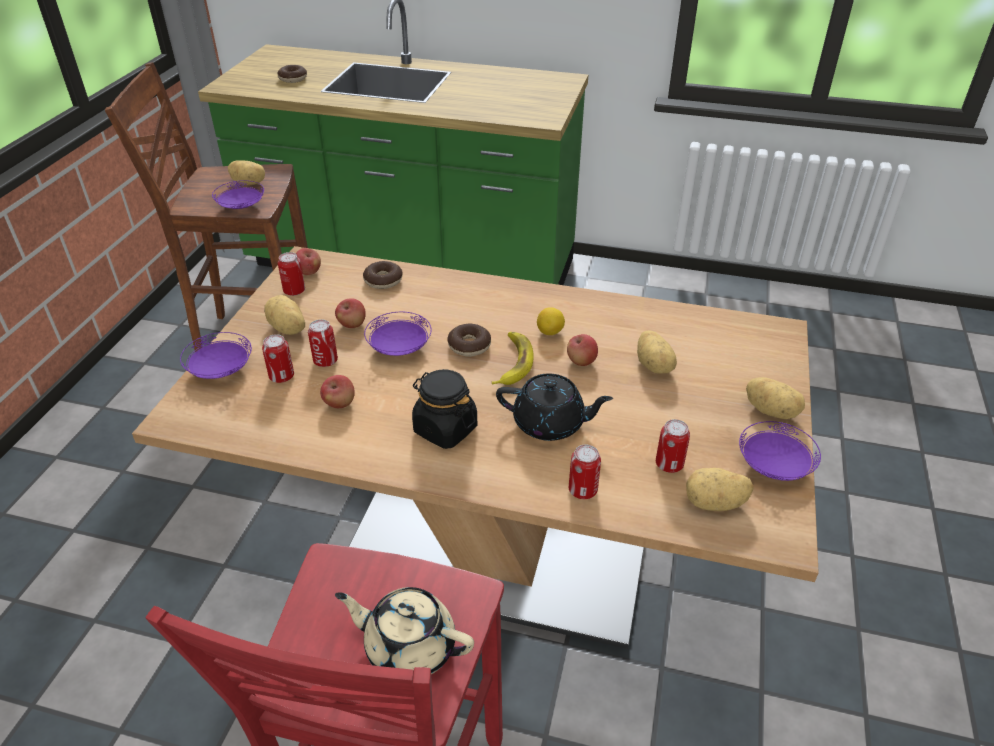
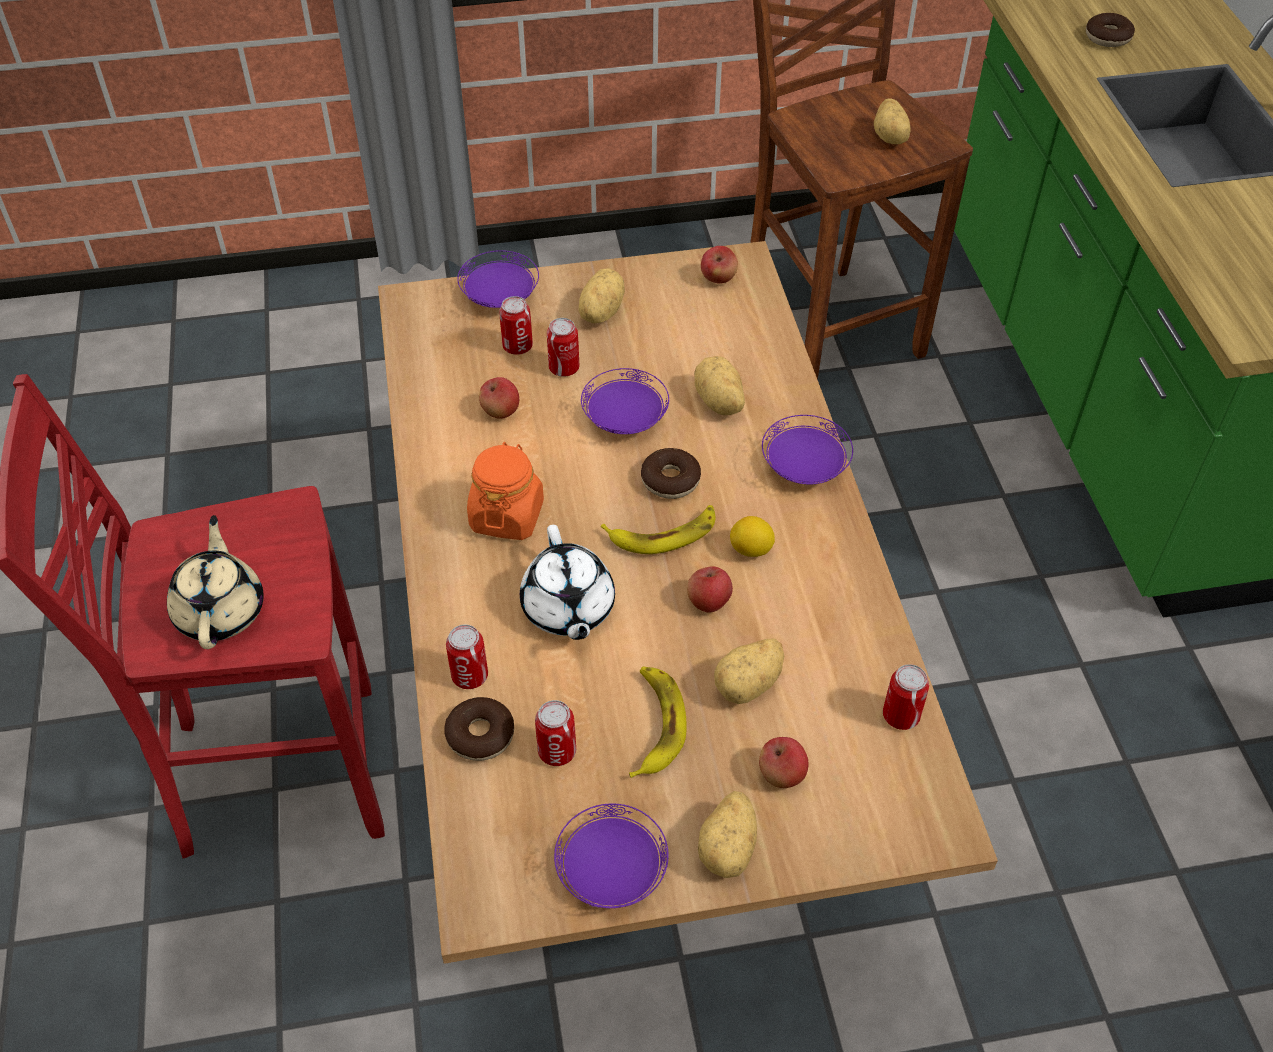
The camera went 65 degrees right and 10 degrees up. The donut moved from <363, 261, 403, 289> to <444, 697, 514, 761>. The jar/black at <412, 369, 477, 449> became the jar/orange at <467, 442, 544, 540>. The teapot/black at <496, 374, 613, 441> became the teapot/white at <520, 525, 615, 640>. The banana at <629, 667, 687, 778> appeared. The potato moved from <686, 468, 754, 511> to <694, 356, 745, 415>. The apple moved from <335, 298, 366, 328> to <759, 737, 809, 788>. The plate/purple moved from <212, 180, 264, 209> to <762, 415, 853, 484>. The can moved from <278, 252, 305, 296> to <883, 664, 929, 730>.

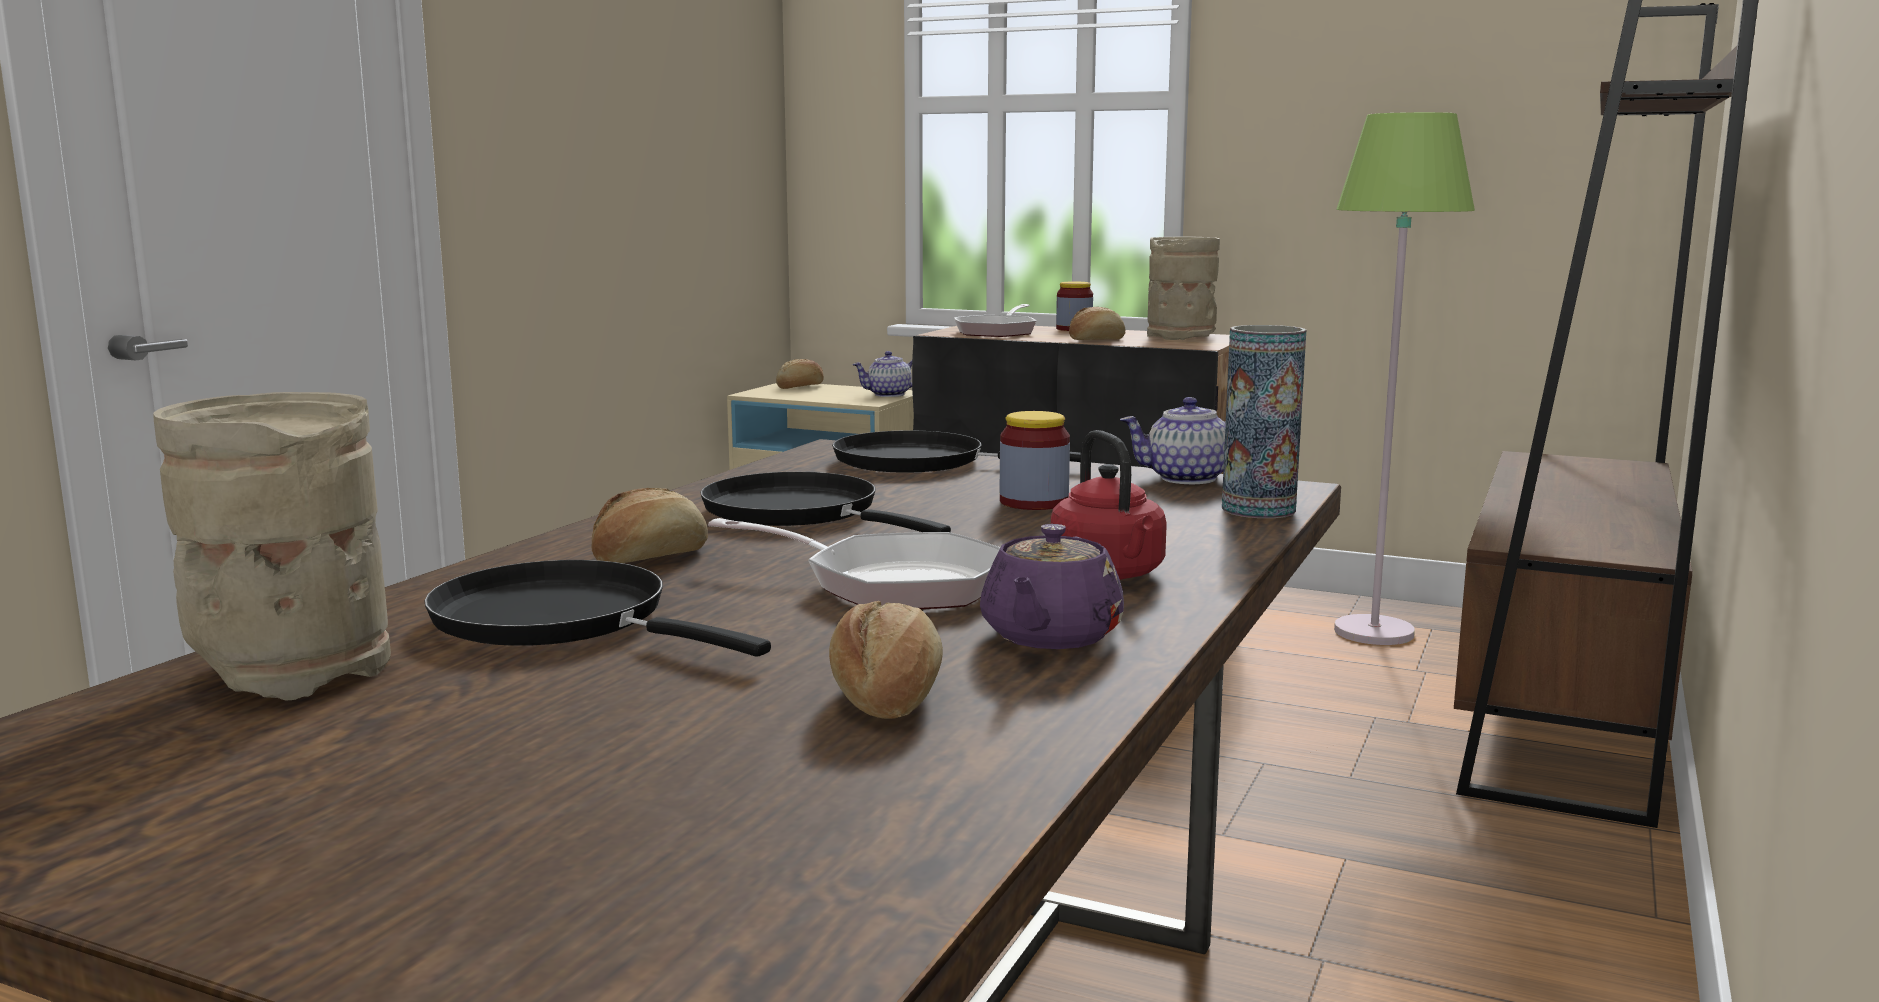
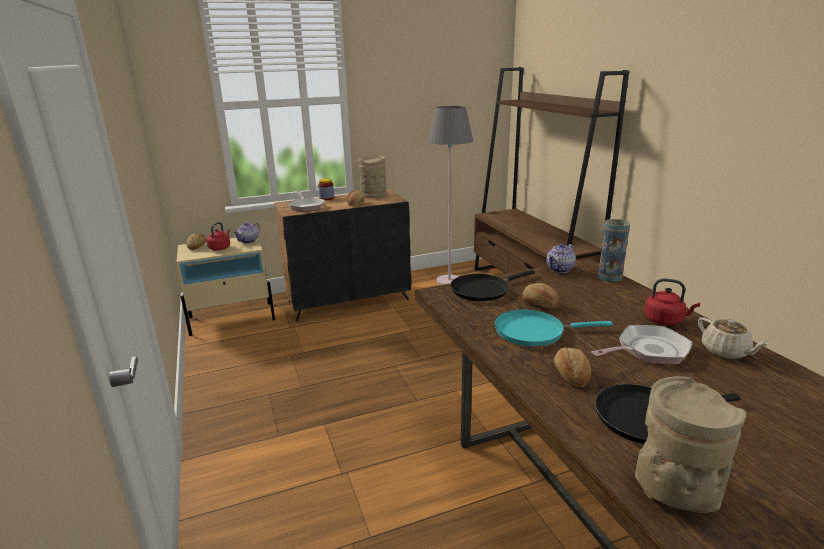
The camera went 45 degrees left and 10 degrees up. The kettle/red at <206, 222, 230, 251> appeared. The floor lamp/green at <1334, 112, 1475, 645> became the floor lamp/grey at <428, 106, 473, 285>. The frying pan/black at <700, 472, 951, 532> became the frying pan/turquoise at <494, 309, 613, 346>. The bread moved from <829, 601, 943, 719> to <522, 283, 560, 309>. The teapot/purple at <980, 524, 1124, 649> became the teapot/beige at <698, 318, 770, 359>. The jar at <999, 411, 1070, 510> disappeared.

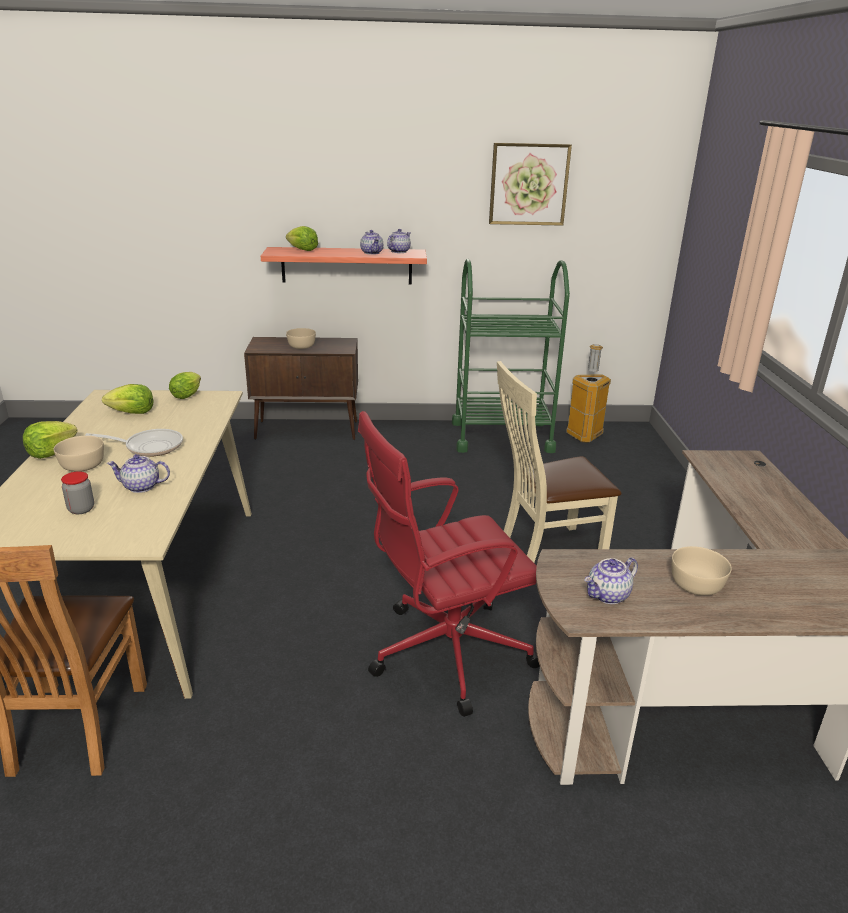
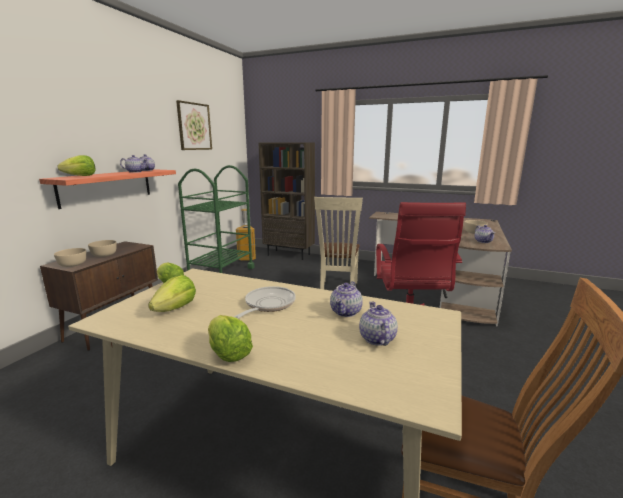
The camera went 65 degrees left and 10 degrees down. The bowl/beige moved from <54, 436, 104, 472> to <54, 248, 86, 267>. The bookcase/brown at <258, 142, 315, 260> appeared. The jar at <61, 471, 94, 514> was replaced by the teapot at <359, 301, 398, 346>.

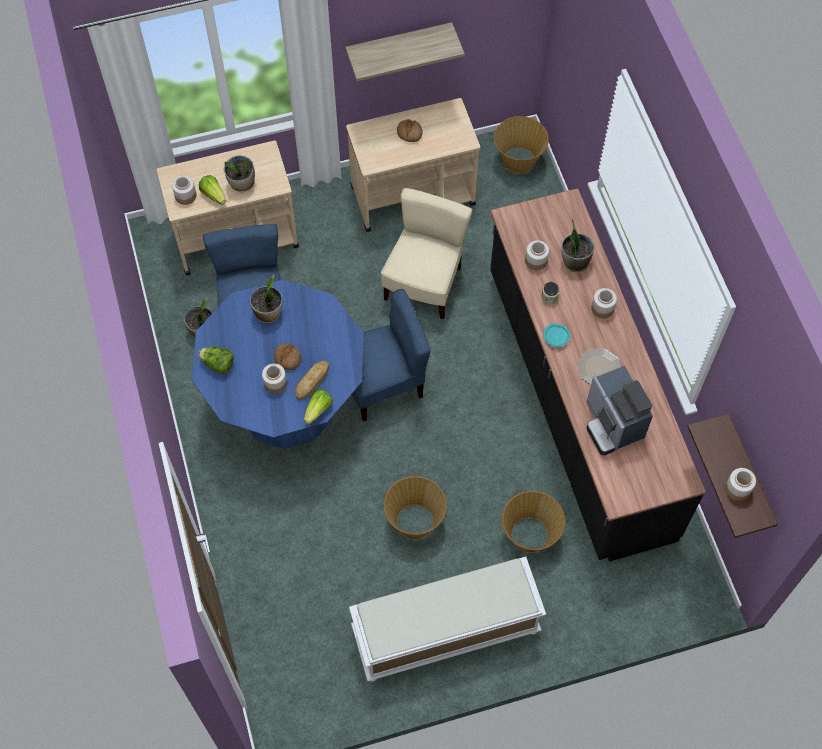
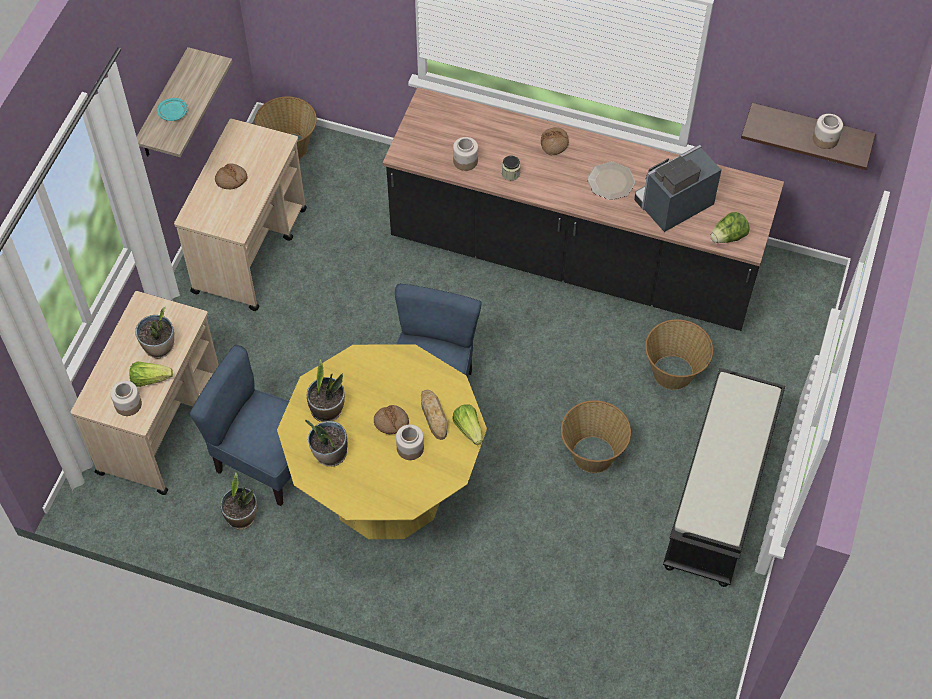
The camera went 55 degrees left and 5 degrees down. The plate/turquoise moved from <543, 323, 570, 347> to <157, 98, 187, 121>. The dining table/blue at <191, 280, 363, 449> became the dining table/yellow at <277, 344, 487, 539>. The potted plant moved from <561, 219, 594, 272> to <305, 420, 347, 467>. The jar at <591, 288, 617, 318> was replaced by the bread at <541, 127, 569, 155>. The coffee machine at <587, 366, 653, 455> turned 135 degrees clockwise. The bench/white at <349, 557, 546, 682> became the bench/black at <663, 368, 785, 587>. The lettuce moved from <198, 347, 234, 374> to <710, 212, 750, 243>. The chair/beige at <381, 188, 472, 320> disappeared.

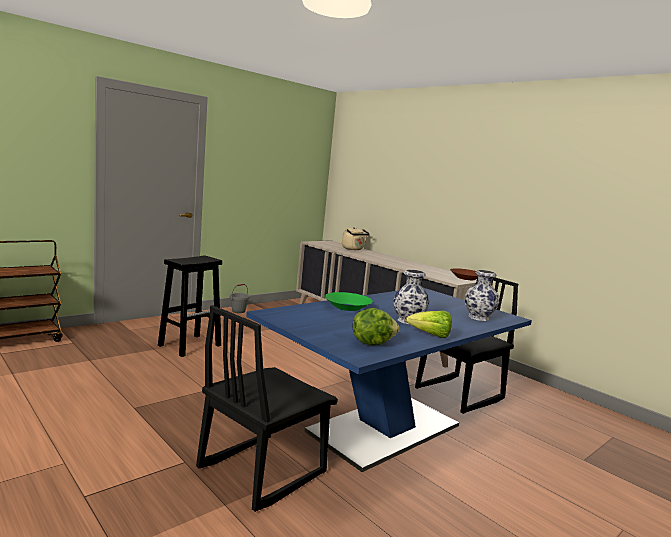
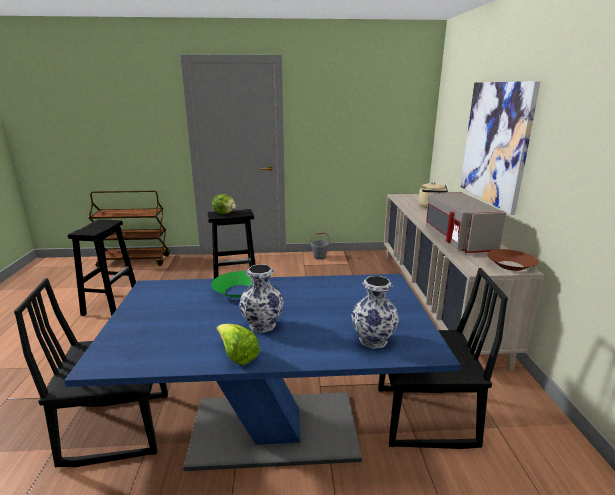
The camera went 40 degrees right and 10 degrees up. The stool/black at <68, 219, 136, 316> appeared. The lettuce moved from <353, 308, 399, 345> to <212, 194, 236, 214>. The microwave/grey at <426, 192, 506, 253> appeared. The picture at <460, 81, 540, 215> appeared.

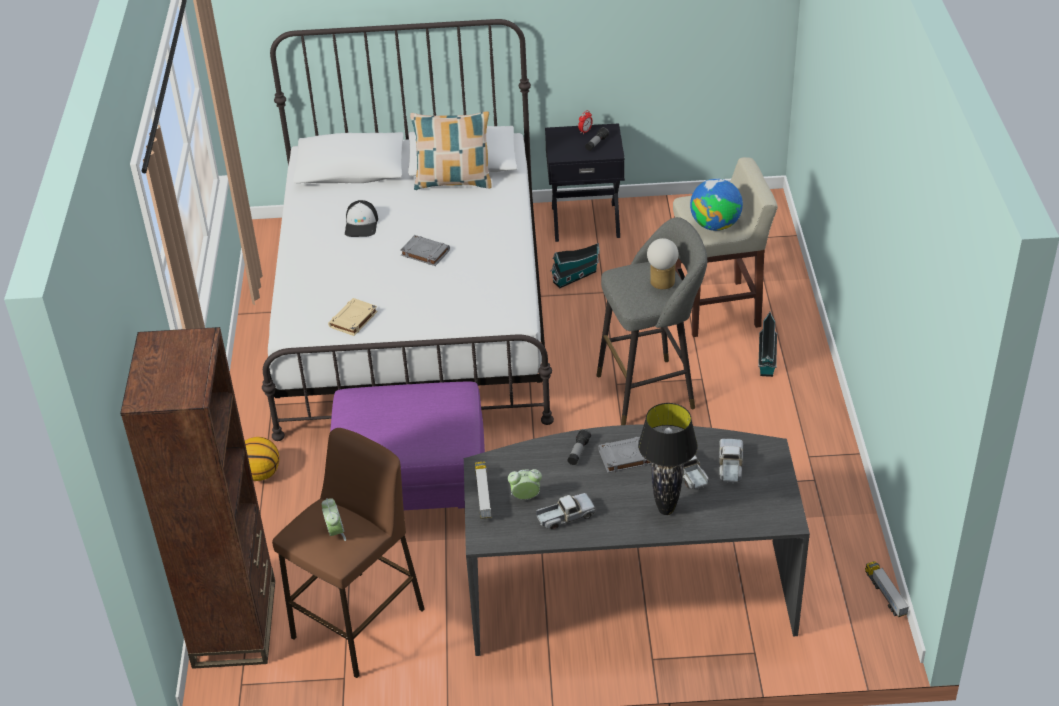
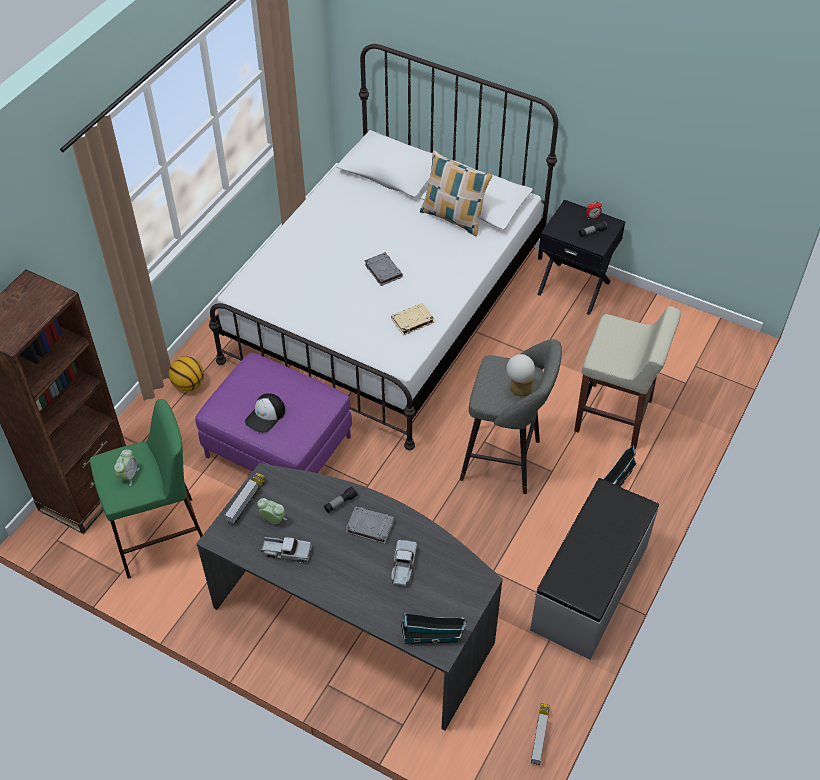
The camera went 30 degrees right and 10 degrees up. The stool/brown at <272, 428, 425, 678> became the stool/green at <90, 399, 203, 579>. The cap moved from <345, 200, 378, 237> to <245, 393, 285, 433>. The book/beige moved from <328, 298, 377, 336> to <391, 303, 434, 335>. The toy house moved from <550, 243, 599, 288> to <400, 613, 468, 644>. The bench/grey at <530, 478, 659, 660> appeared. The table lamp/black at <638, 403, 698, 515> disappeared. The globe at <690, 178, 743, 231> disappeared. The toy truck at <719, 439, 743, 484> disappeared.

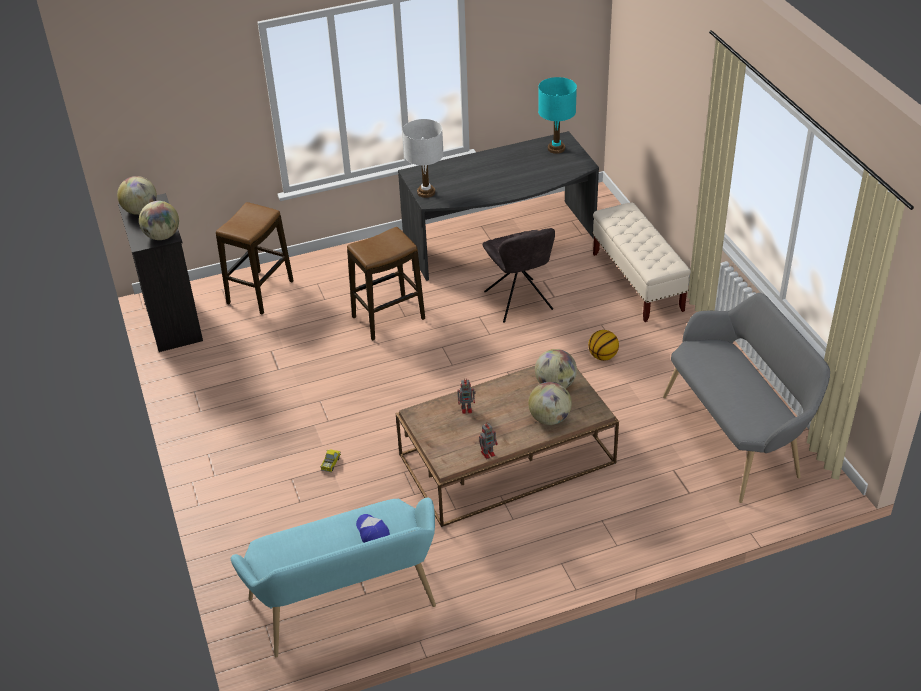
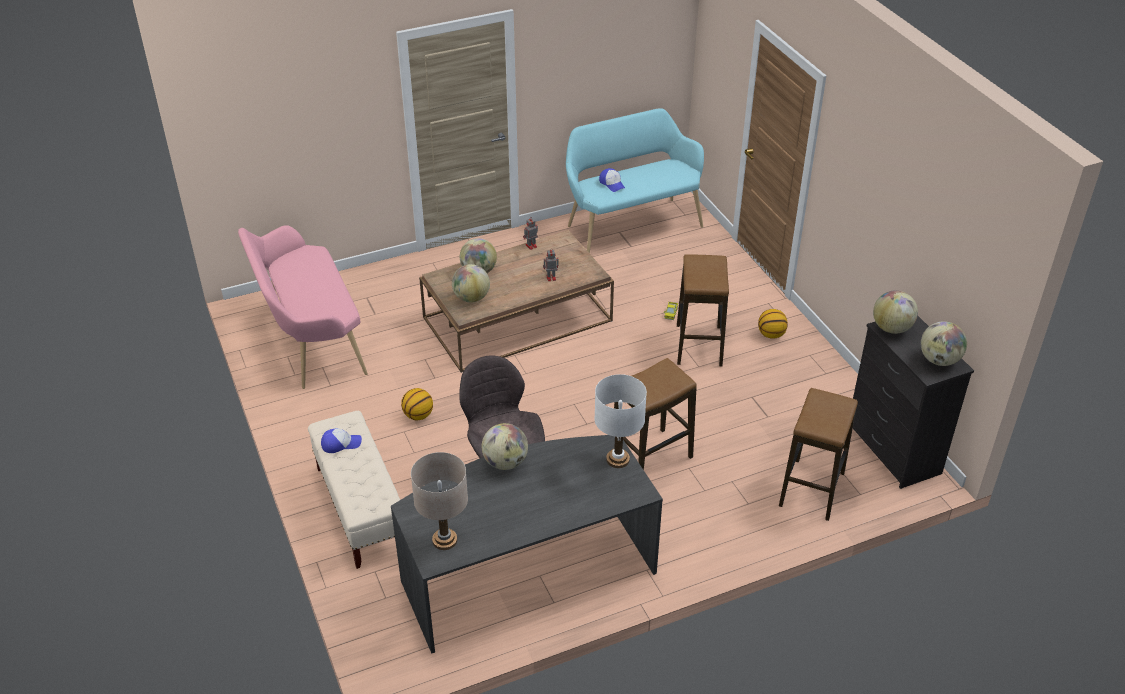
The camera went 175 degrees right and 0 degrees up. The bench/grey at <663, 293, 830, 503> became the bench/pink at <238, 225, 368, 389>. The cap at <321, 428, 362, 453> appeared. The table lamp/turquoise at <538, 77, 577, 154> became the table lamp/beige at <411, 452, 468, 550>. The globe at <482, 423, 528, 470> appeared. The stool at <677, 254, 729, 366> appeared. The basketball at <758, 309, 788, 339> appeared.

